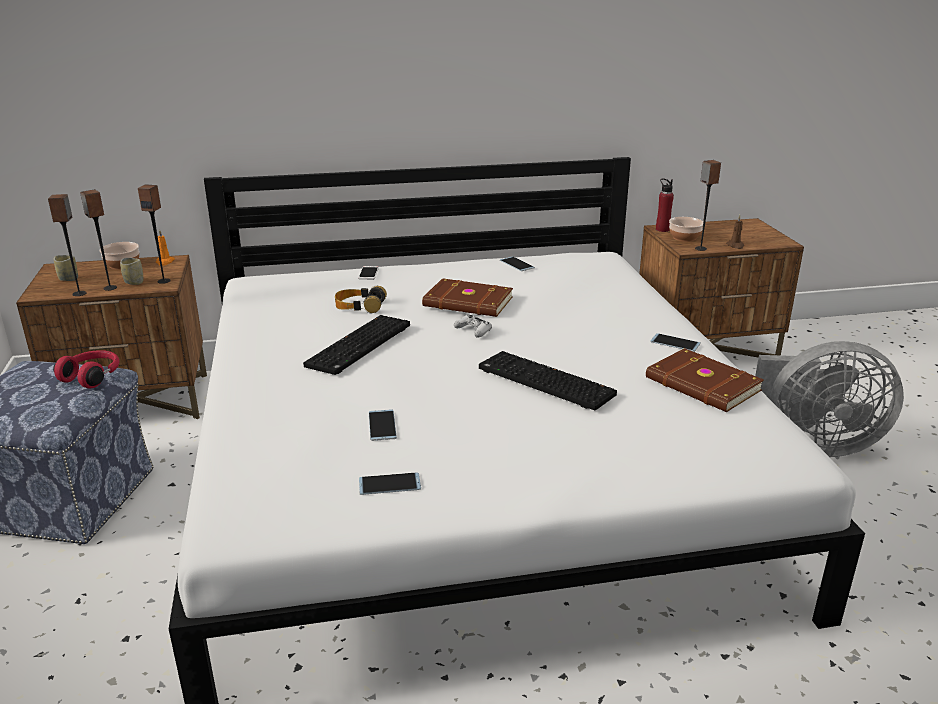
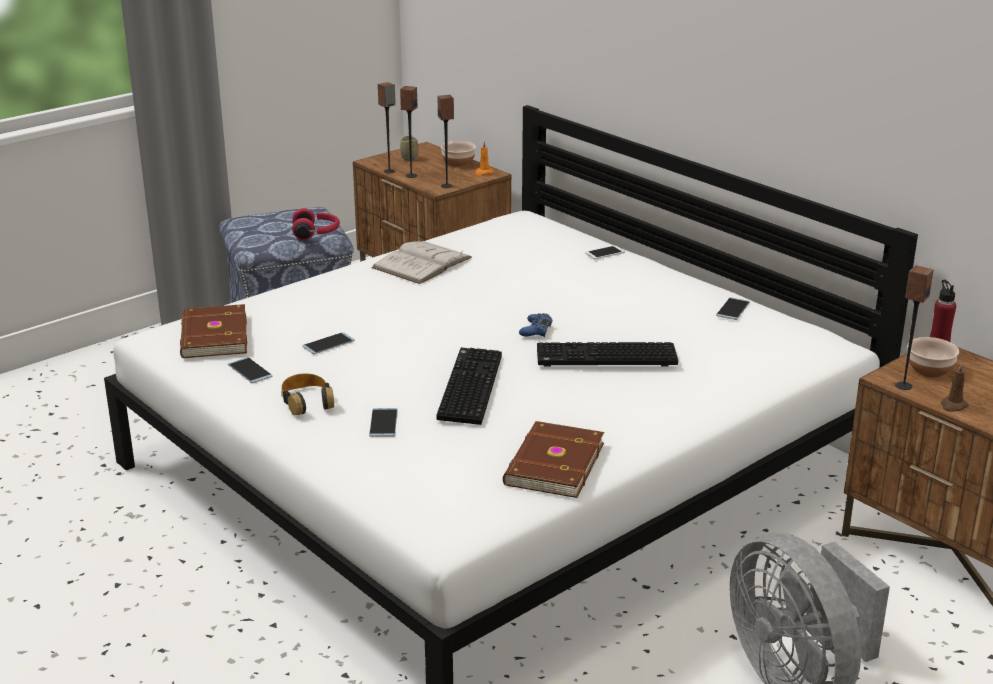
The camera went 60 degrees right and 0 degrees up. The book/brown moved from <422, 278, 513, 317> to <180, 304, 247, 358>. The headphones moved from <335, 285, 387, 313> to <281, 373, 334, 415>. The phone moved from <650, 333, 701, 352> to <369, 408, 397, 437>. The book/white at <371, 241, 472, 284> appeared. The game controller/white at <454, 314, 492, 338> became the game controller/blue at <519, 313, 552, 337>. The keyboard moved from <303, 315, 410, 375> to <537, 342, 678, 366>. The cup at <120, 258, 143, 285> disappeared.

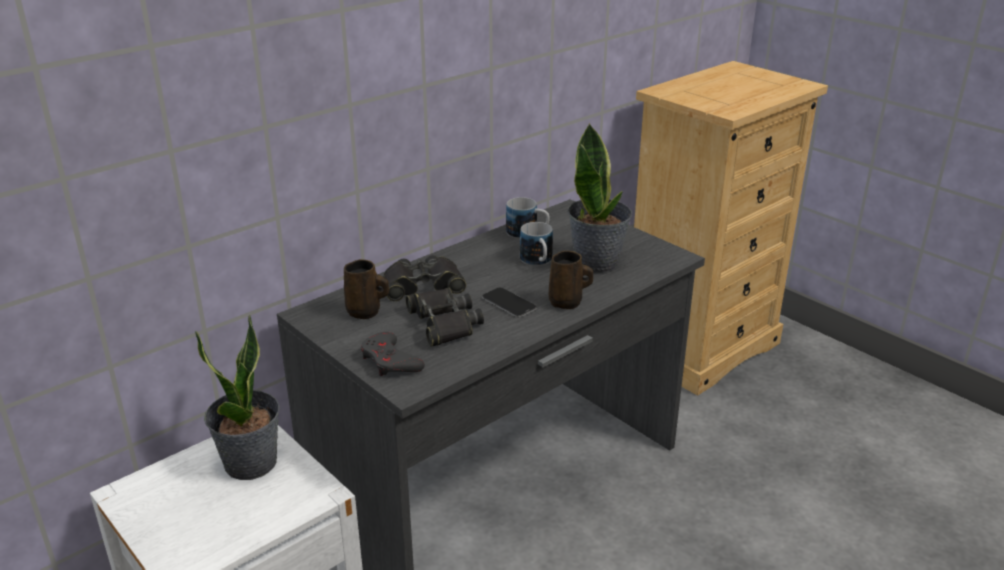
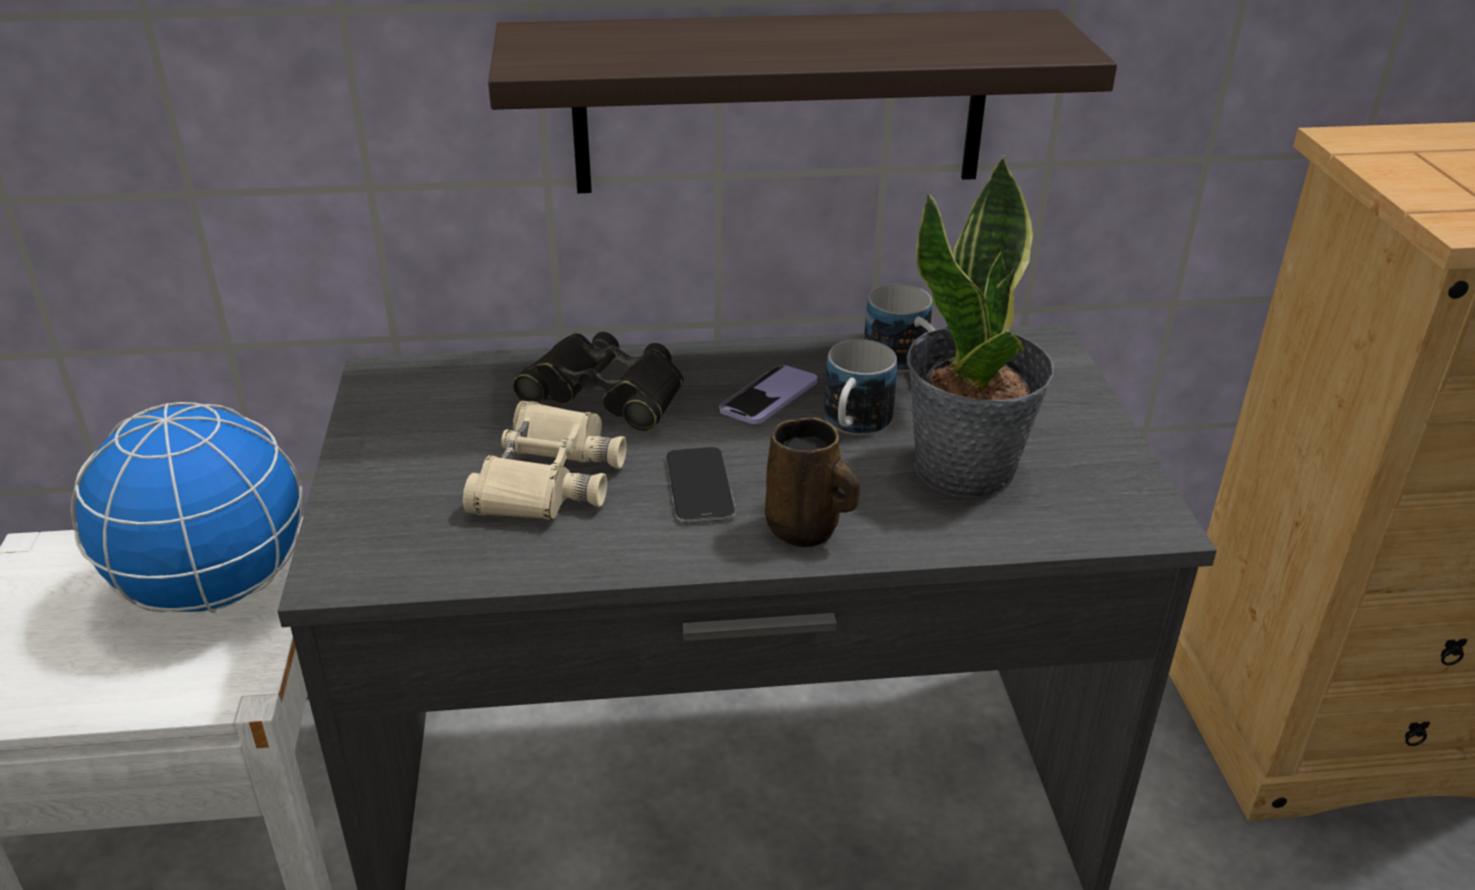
The camera went 35 degrees right and 5 degrees up. The potted plant at <195, 315, 280, 480> was replaced by the globe at <71, 402, 304, 613>. The binoculars/black at <406, 288, 484, 347> became the binoculars/beige at <462, 400, 627, 520>. The shelf at <488, 9, 1117, 193> appeared. The phone at <719, 365, 818, 424> appeared. The mug/brown at <344, 259, 389, 319> disappeared. The game controller/grey at <361, 332, 425, 376> disappeared.

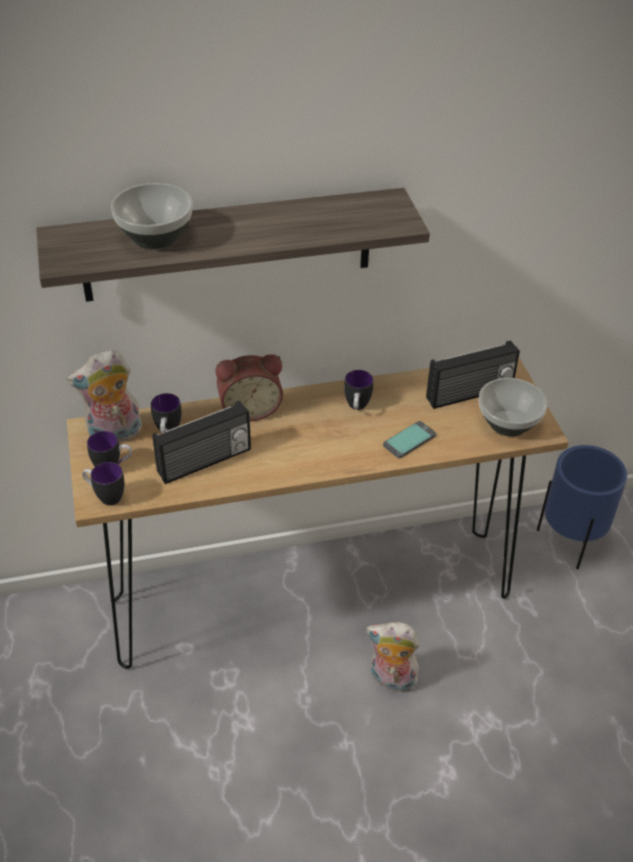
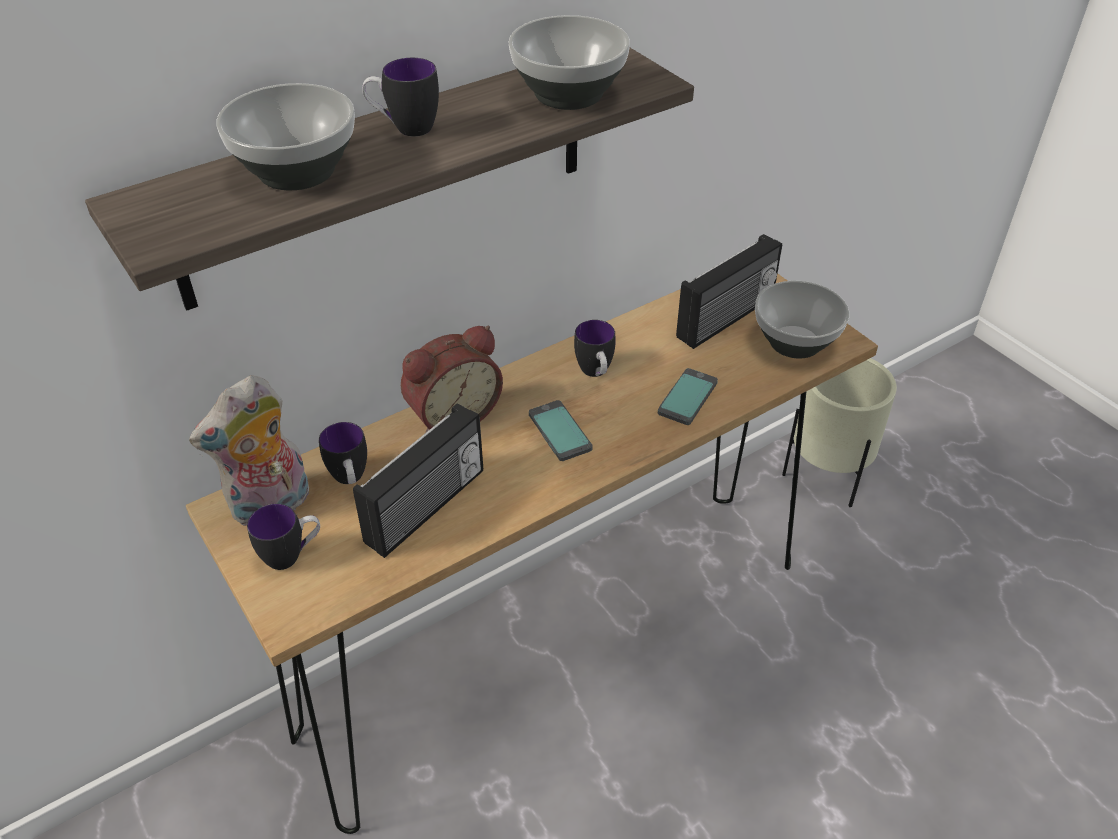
The camera went 20 degrees left and 0 degrees up. The mug moved from <82, 462, 124, 505> to <362, 58, 439, 137>. The bowl at <509, 15, 630, 110> appeared. The phone at <529, 400, 593, 461> appeared. The planter/blue at <537, 445, 627, 569> became the planter/beige at <782, 358, 897, 507>. The plush toy at <366, 622, 420, 692> disappeared.

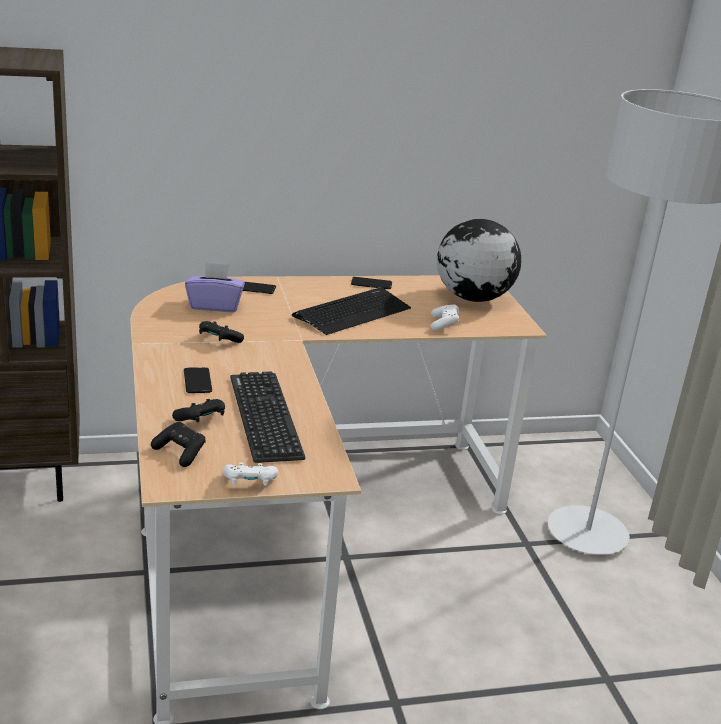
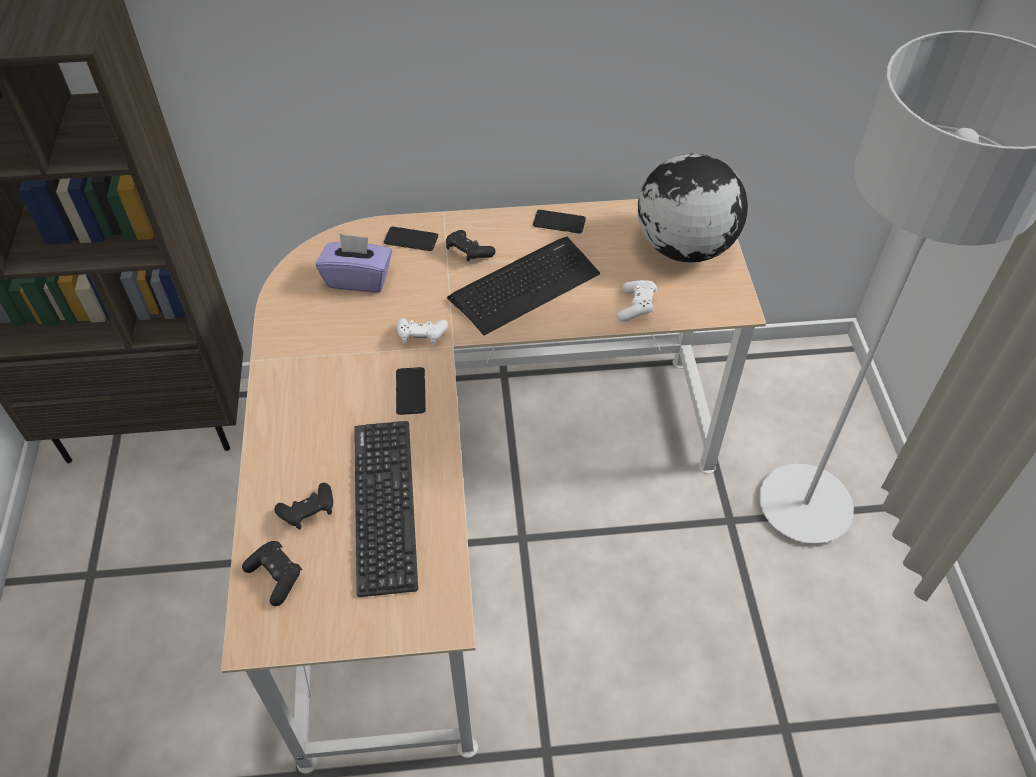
The camera went 10 degrees right and 25 degrees up. The phone moved from <184, 367, 212, 393> to <396, 367, 426, 415>. The game controller/white moved from <222, 462, 278, 486> to <397, 318, 448, 345>. The game controller/black moved from <199, 321, 244, 343> to <446, 230, 495, 261>.

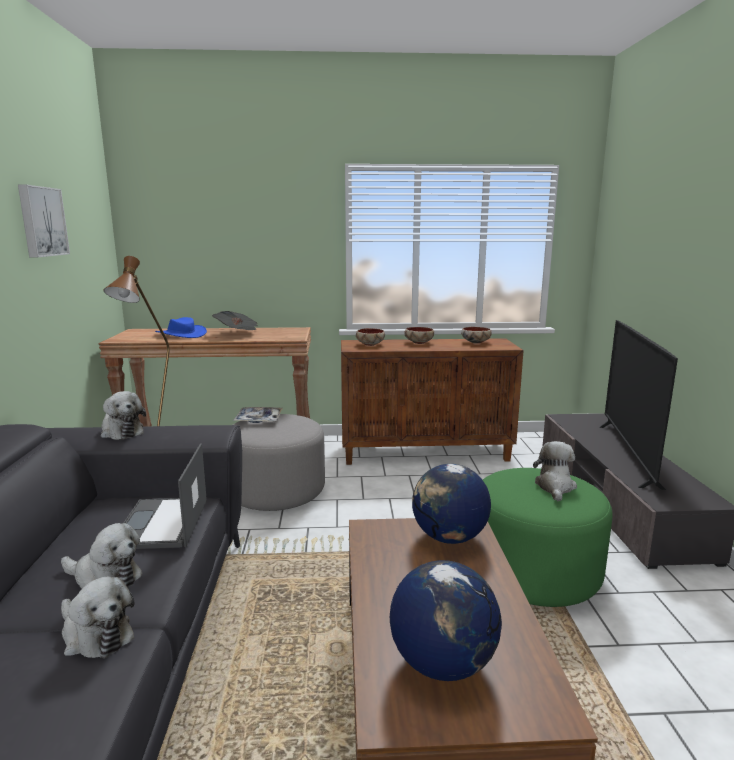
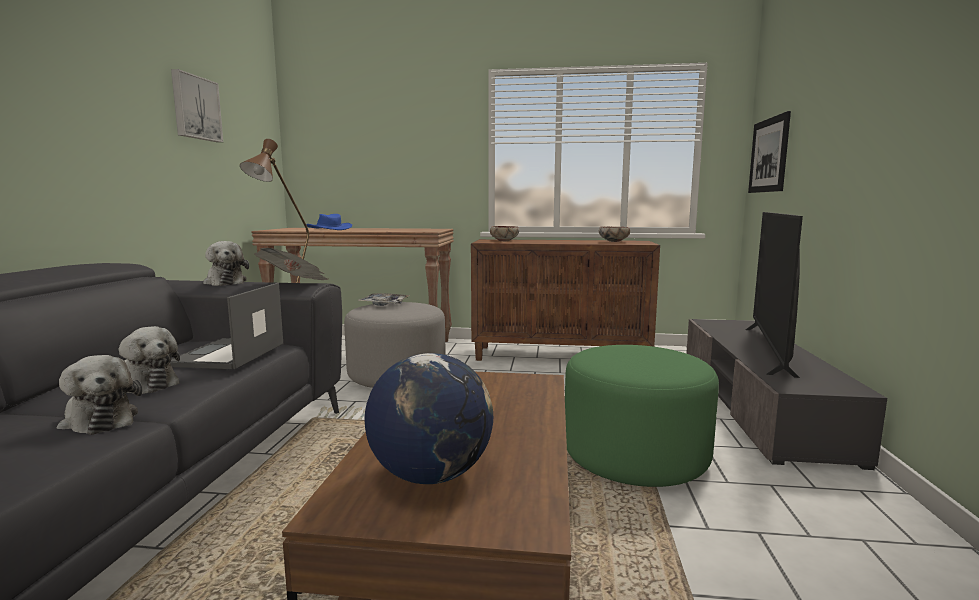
The camera went 10 degrees right and 5 degrees down. The newspaper moved from <212, 311, 257, 330> to <254, 248, 328, 280>. The picture at <748, 111, 791, 193> appeared. The bowl at <404, 327, 434, 344> disappeared. The globe at <412, 464, 491, 544> disappeared. The plush toy at <533, 441, 577, 502> disappeared.

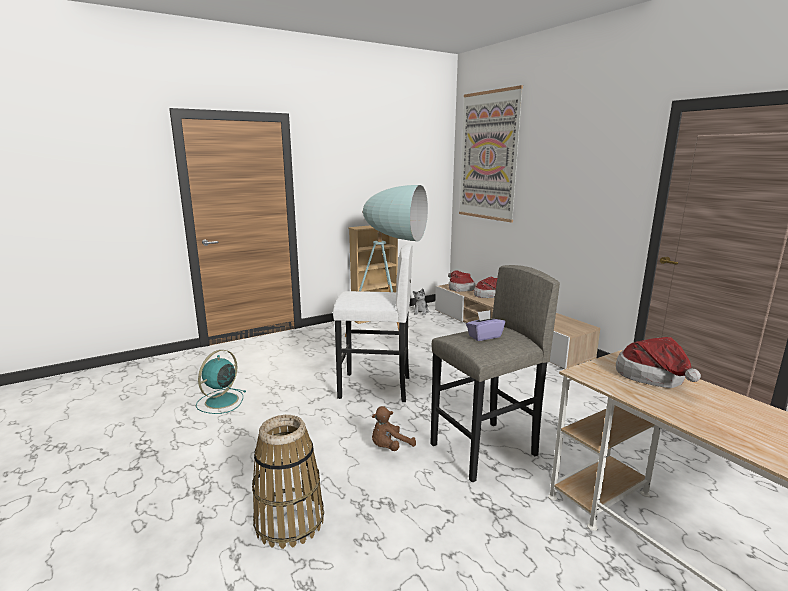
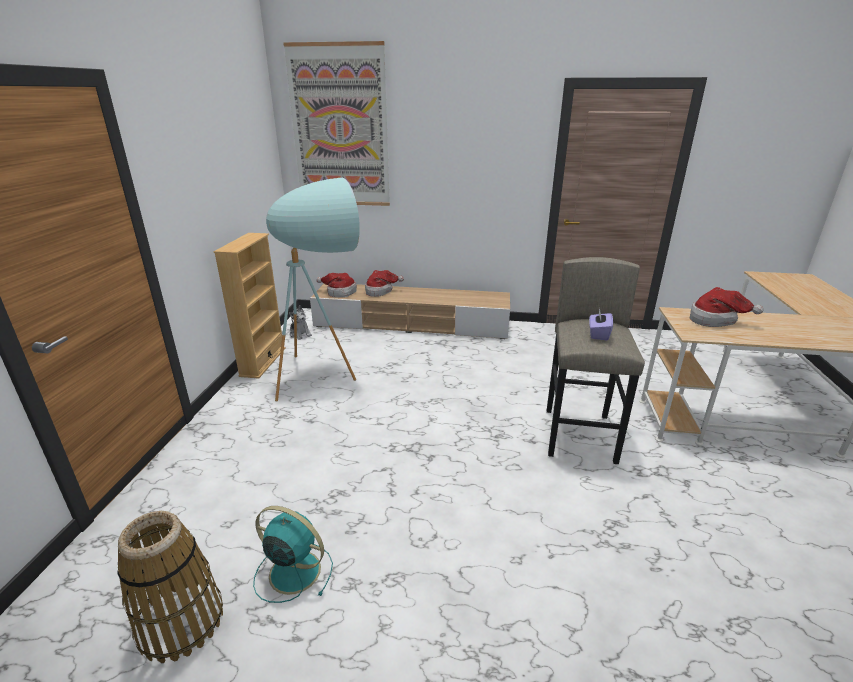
The camera went 50 degrees left and 10 degrees up. The basket moved from <252, 415, 324, 549> to <117, 511, 223, 663>. The fan/turquoise at <196, 350, 247, 414> turned 135 degrees clockwise. The stool/white at <333, 244, 413, 402> disappeared. The plush toy/brown at <372, 406, 416, 451> disappeared.

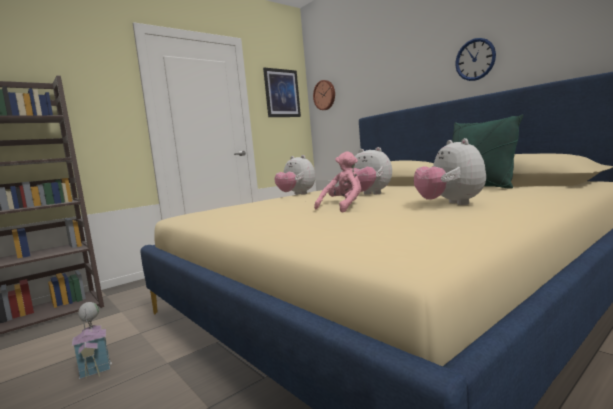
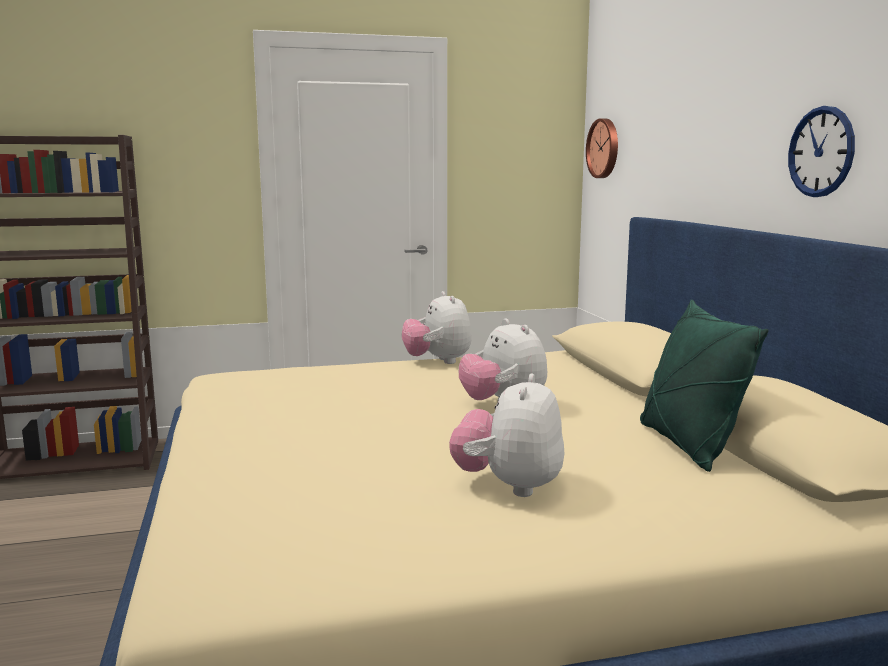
The camera went 25 degrees right and 5 degrees up. The toy house at <72, 302, 112, 379> disappeared. The picture at <263, 67, 301, 117> disappeared. The plush toy/pink at <314, 151, 361, 213> disappeared.

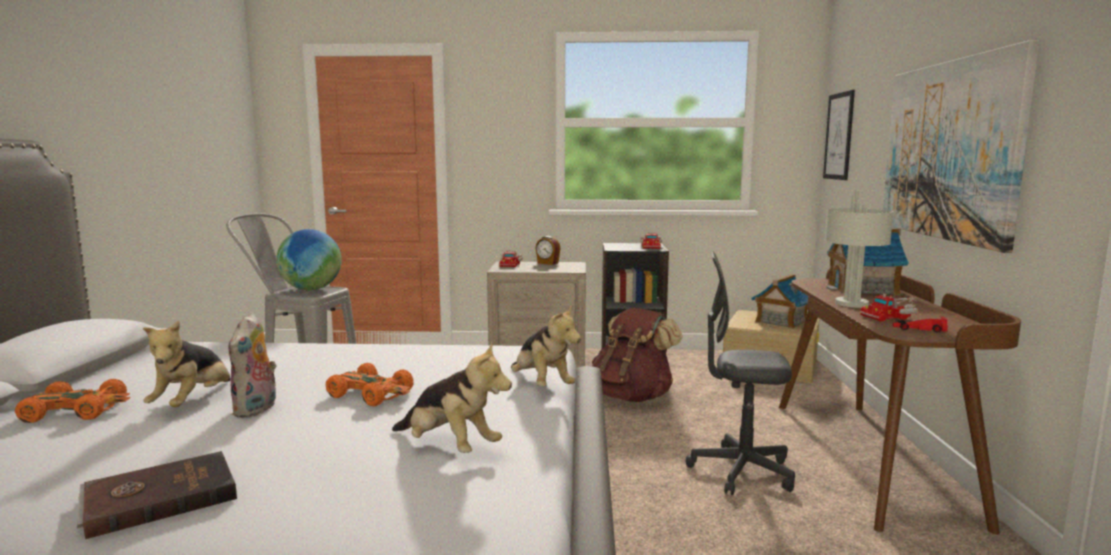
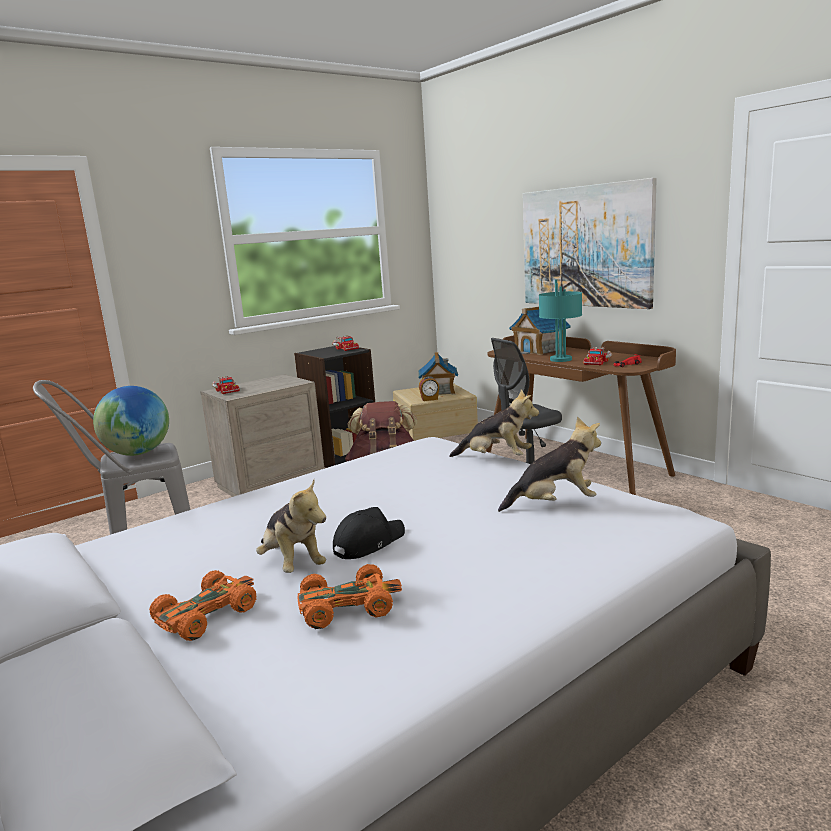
The camera went 40 degrees left and 5 degrees up. The toy car/orange moved from <326, 363, 414, 406> to <297, 564, 402, 629>. The plush toy at <228, 313, 277, 418> was replaced by the cap/black at <333, 507, 405, 559>. The alarm clock moved from <535, 236, 561, 265> to <419, 376, 439, 401>. The table lamp/grey at <825, 190, 894, 308> became the table lamp/turquoise at <539, 279, 582, 362>. The book/brown at <77, 451, 237, 539> disappeared. The picture at <823, 90, 855, 180> disappeared.

